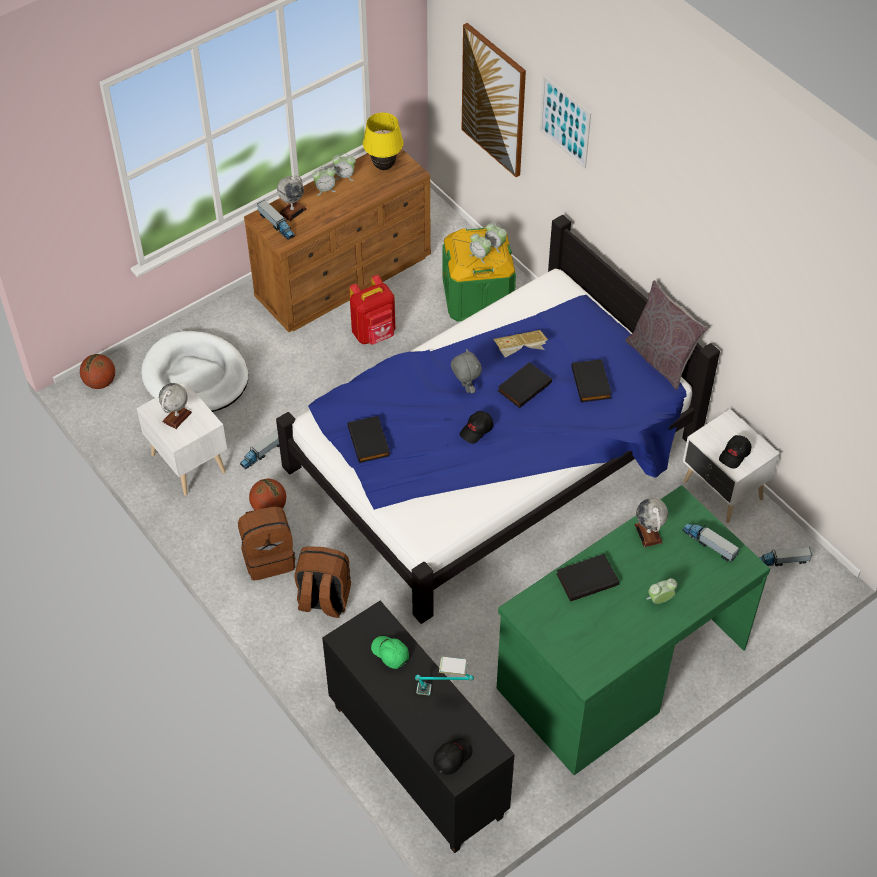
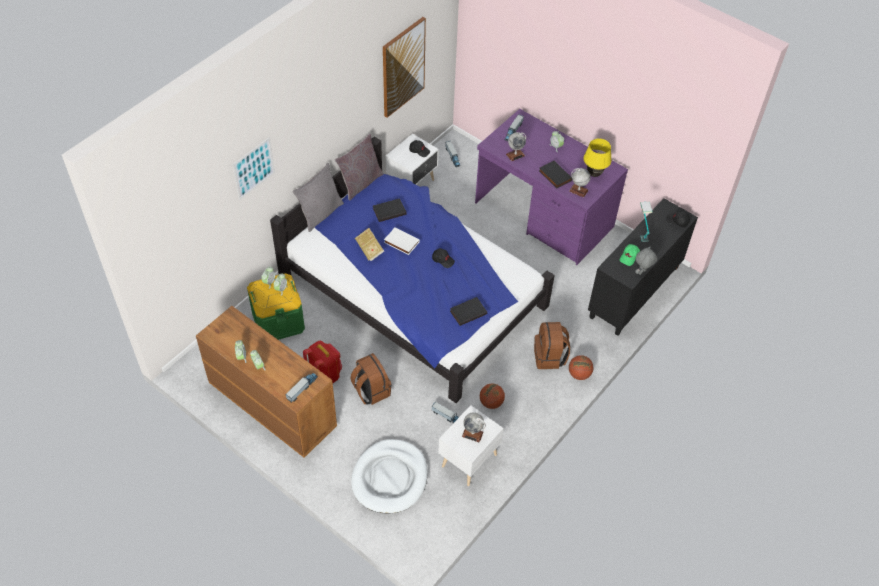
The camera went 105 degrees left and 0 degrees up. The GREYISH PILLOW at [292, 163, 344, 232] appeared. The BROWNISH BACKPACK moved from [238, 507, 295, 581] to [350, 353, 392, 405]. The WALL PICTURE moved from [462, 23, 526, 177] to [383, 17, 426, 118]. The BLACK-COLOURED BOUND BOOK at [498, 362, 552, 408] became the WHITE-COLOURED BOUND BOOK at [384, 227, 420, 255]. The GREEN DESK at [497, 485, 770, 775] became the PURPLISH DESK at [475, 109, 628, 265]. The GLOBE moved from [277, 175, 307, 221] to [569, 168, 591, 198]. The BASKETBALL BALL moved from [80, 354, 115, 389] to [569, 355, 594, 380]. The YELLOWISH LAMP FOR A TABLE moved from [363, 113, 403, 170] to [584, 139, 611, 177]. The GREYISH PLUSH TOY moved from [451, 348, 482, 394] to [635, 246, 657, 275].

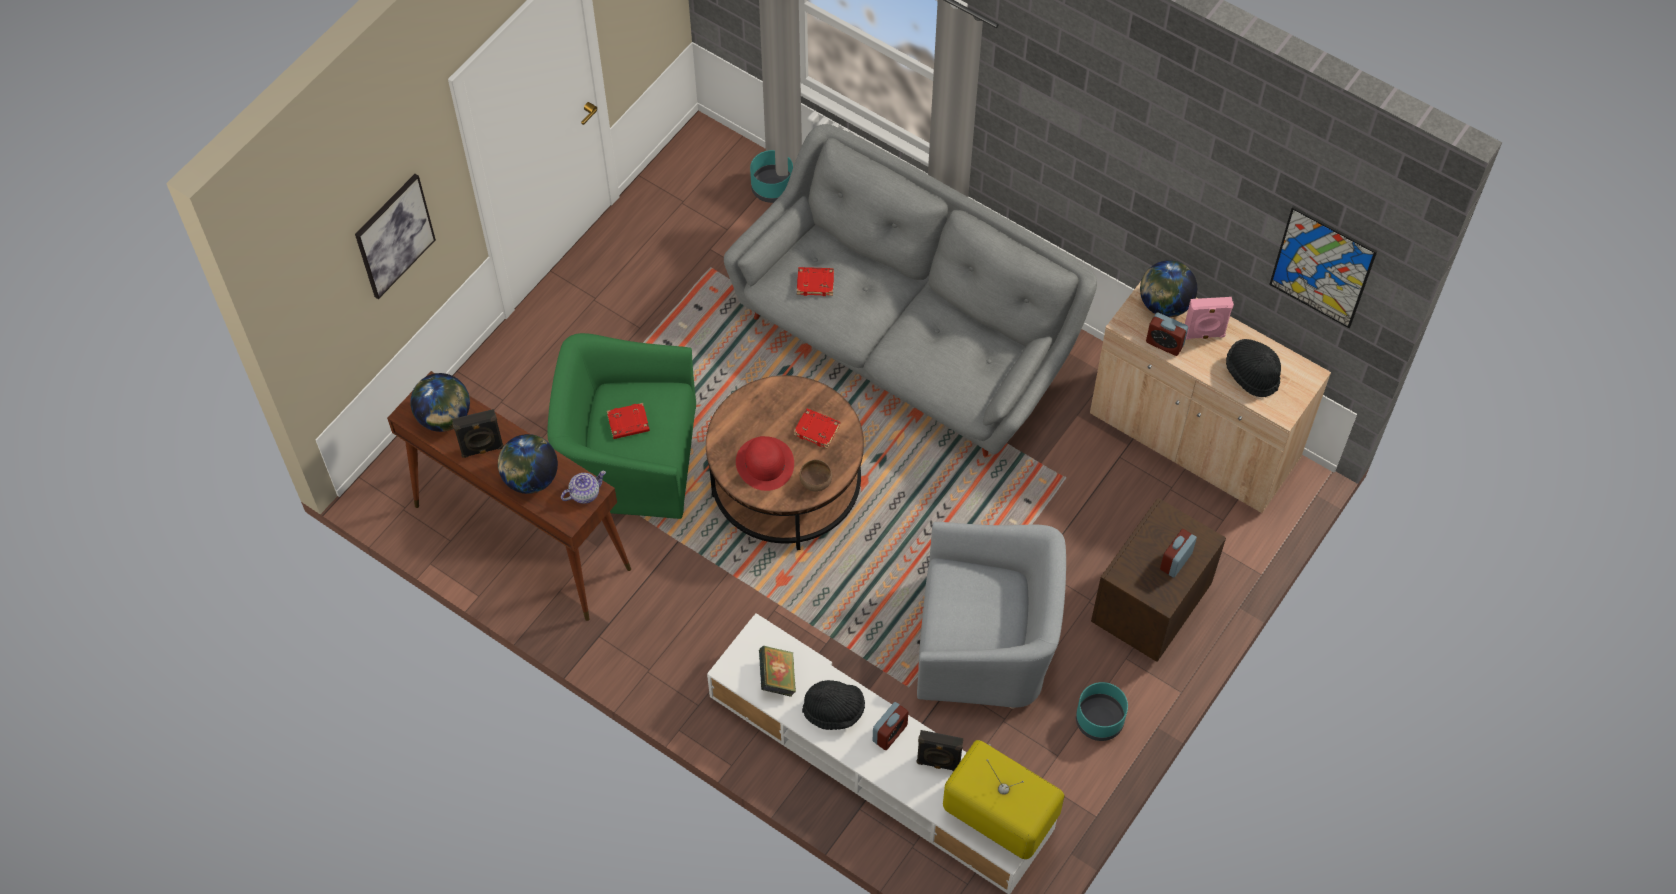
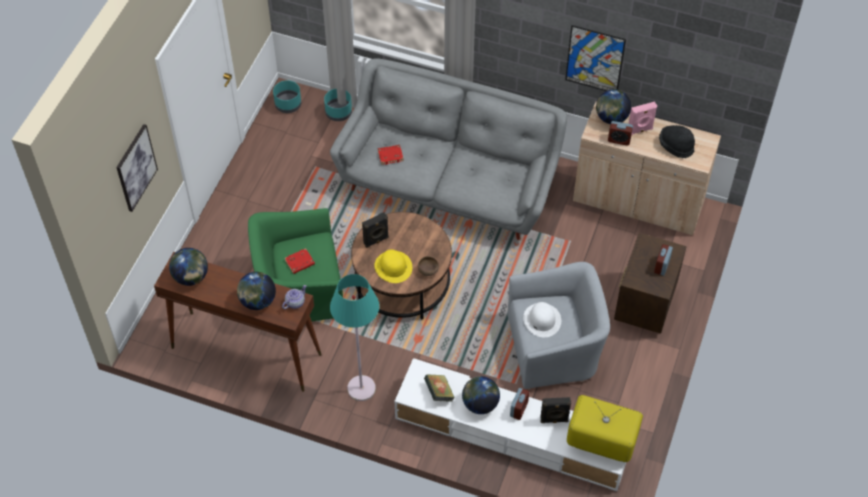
The camera went 15 degrees left and 5 degrees down. The TURQUOISE PLANT POT moved from [1076, 682, 1128, 741] to [273, 80, 301, 113]. The TURQUOISE STANDING LAMP at [330, 274, 379, 401] appeared. The BLACK-COLOURED SPEAKER moved from [452, 409, 504, 458] to [362, 212, 389, 248]. The RED WEARABLE HAT at [736, 436, 794, 491] became the YELLOWISH WEARABLE HAT at [374, 250, 412, 283]. The BLACK-COLOURED WEARABLE HAT at [802, 680, 865, 730] was replaced by the GLOBE at [462, 376, 500, 414]. The WHITE-COLOURED WEARABLE HAT at [523, 302, 561, 337] appeared. The WALL PICTURE moved from [1269, 206, 1377, 328] to [565, 25, 626, 91]. The RED BOUND BOOK at [793, 408, 840, 448] disappeared.

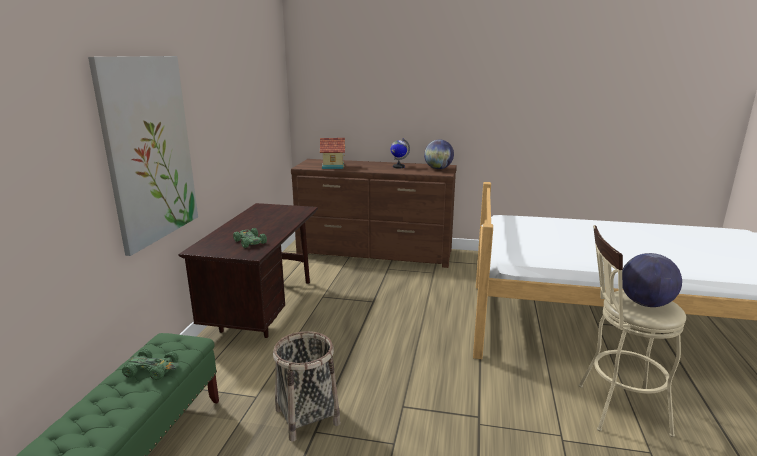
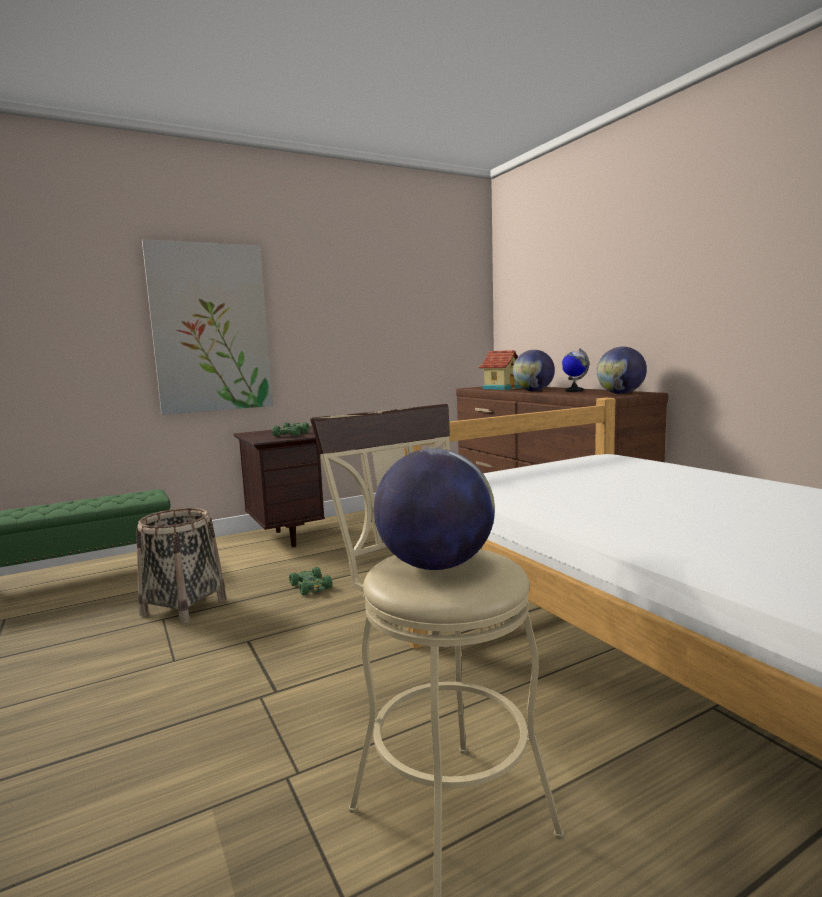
The camera went 50 degrees right and 10 degrees down. The GREEN TOY CAR moved from [122, 348, 179, 380] to [289, 567, 333, 595]. The GLOBE at [513, 350, 555, 391] appeared.

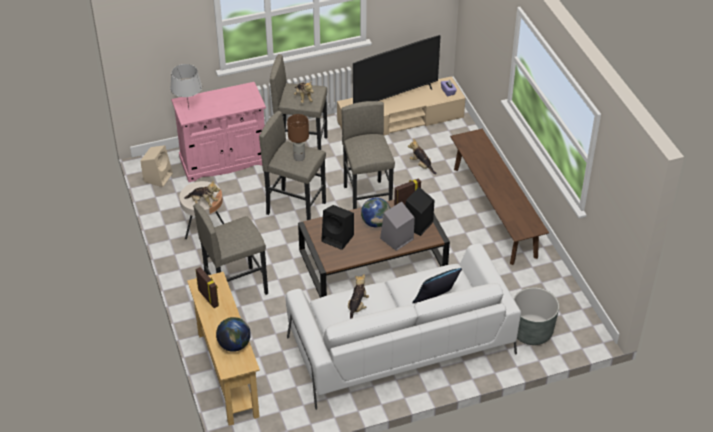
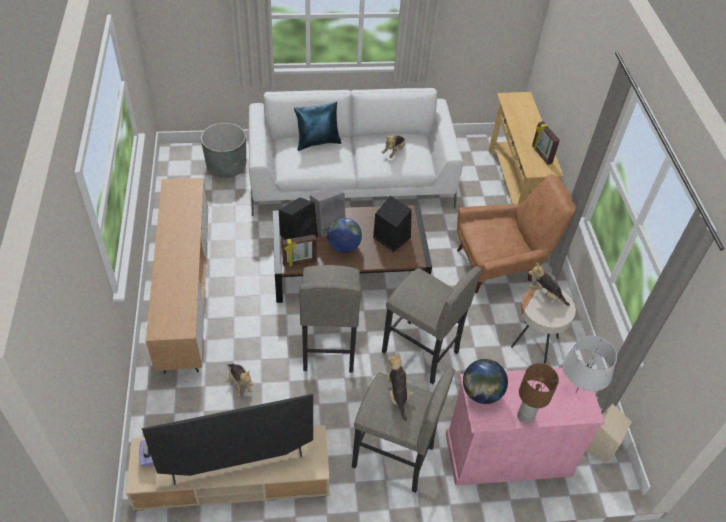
The camera went 170 degrees left and 5 degrees up. The BROWNISH BENCH at [450, 129, 549, 265] was replaced by the BROWNISH TV UNIT at [146, 178, 208, 374]. The GREYISH STOOL at [193, 204, 268, 295] was replaced by the BROWNISH LOUNGE CHAIR at [457, 175, 576, 293]. The GLOBE moved from [216, 317, 251, 352] to [463, 359, 508, 404]. The BROWNISH LAMP FOR A TABLE moved from [287, 114, 309, 161] to [517, 363, 559, 424].

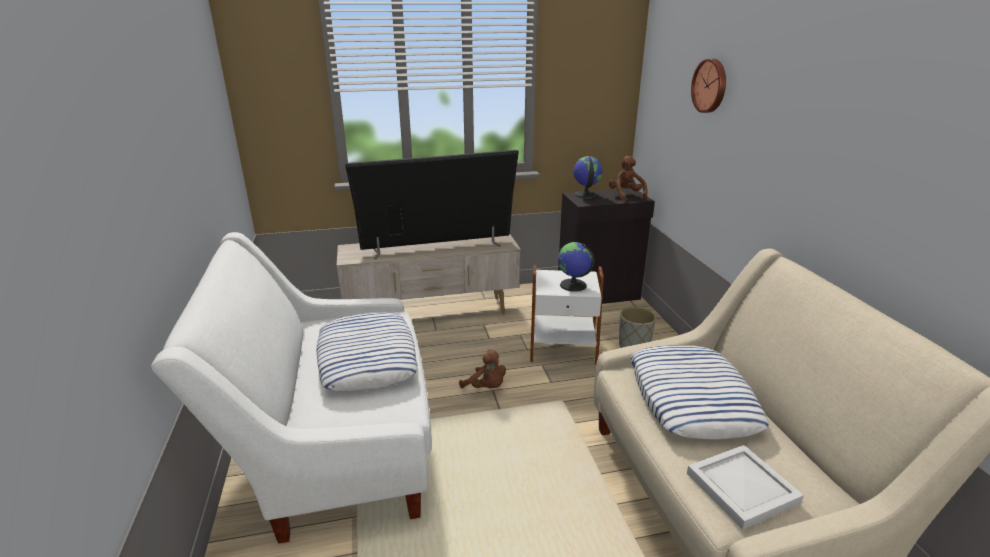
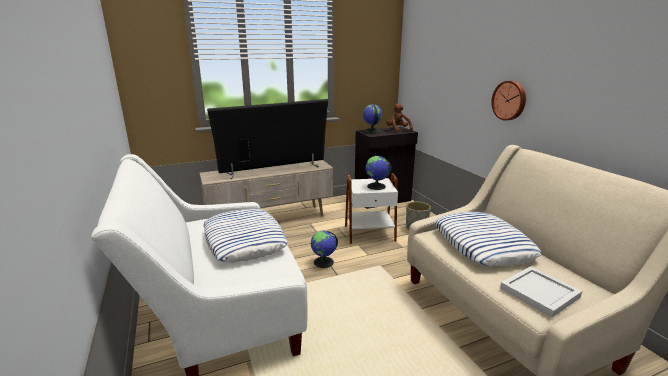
The camera went 10 degrees left and 5 degrees down. The BROWNISH PLUSH TOY at [459, 350, 506, 388] was replaced by the GLOBE at [311, 231, 338, 268]. The HANGING CLOCK moved from [691, 59, 726, 113] to [491, 81, 526, 121].

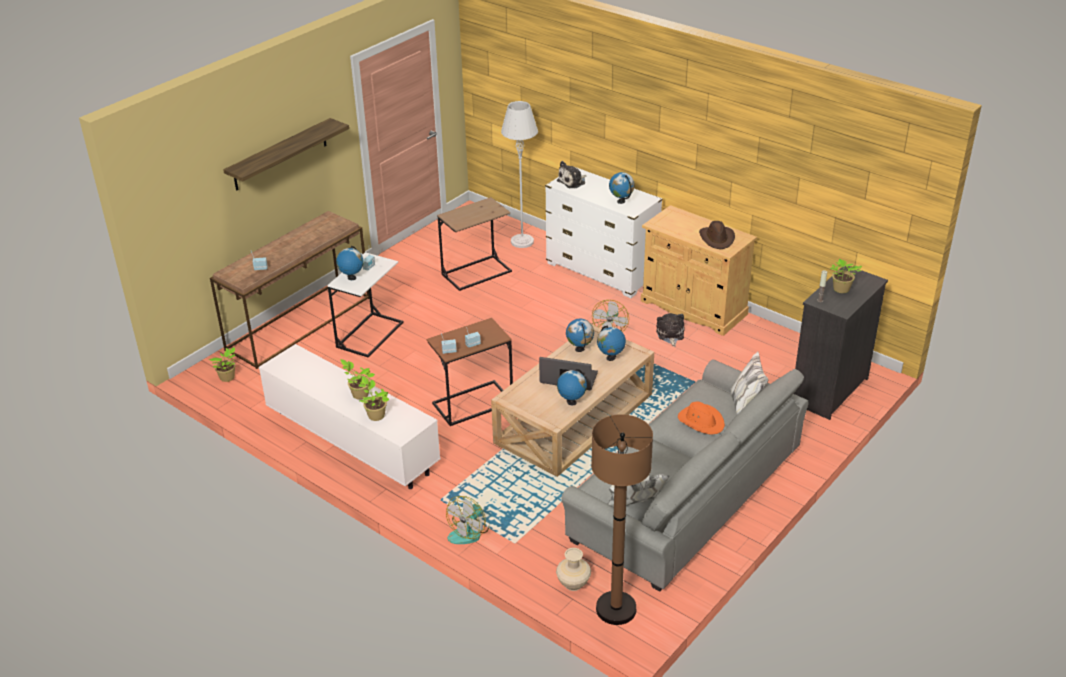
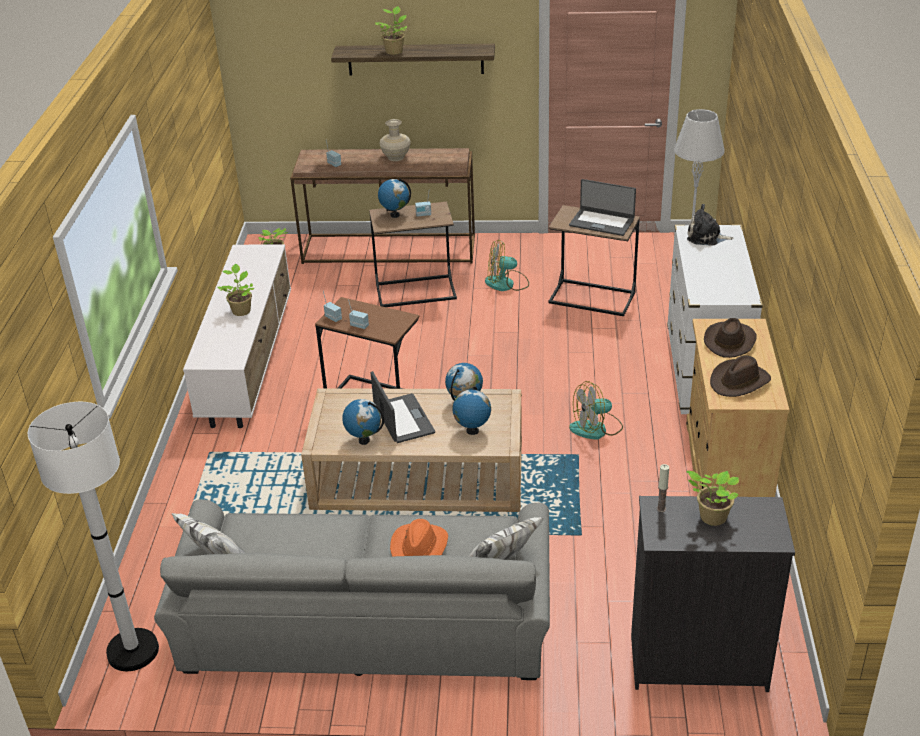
The camera went 55 degrees right and 0 degrees up. The BROWNISH STANDING LAMP at [591, 414, 653, 625] became the WHITE-COLOURED STANDING LAMP at [28, 402, 159, 671]. The WHITE-COLOURED ACCENT TABLE at [327, 252, 404, 357] became the BROWNISH ACCENT TABLE at [369, 201, 457, 307]. The PLANT IN A POT moved from [359, 376, 390, 421] to [375, 6, 407, 55]. The SAND-COLOURED FLOWER VASE moved from [556, 548, 591, 591] to [379, 119, 411, 161]. The COOLING FAN moved from [446, 496, 489, 544] to [485, 240, 529, 291]. The PORTABLE COMPUTER at [569, 179, 636, 236] appeared. The BROWNISH WEARABLE HAT at [704, 318, 757, 358] appeared. The GLOBE at [609, 172, 635, 204] disappeared. The PLUSH TOY at [656, 313, 684, 347] disappeared.

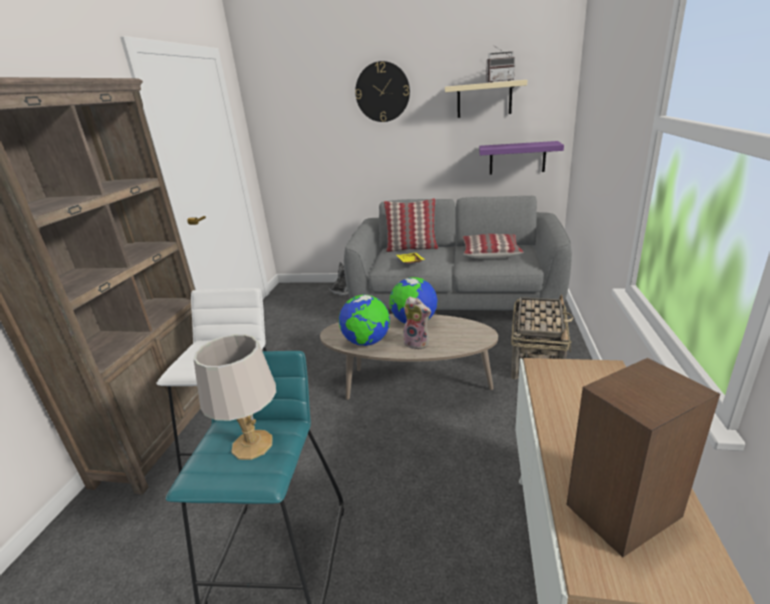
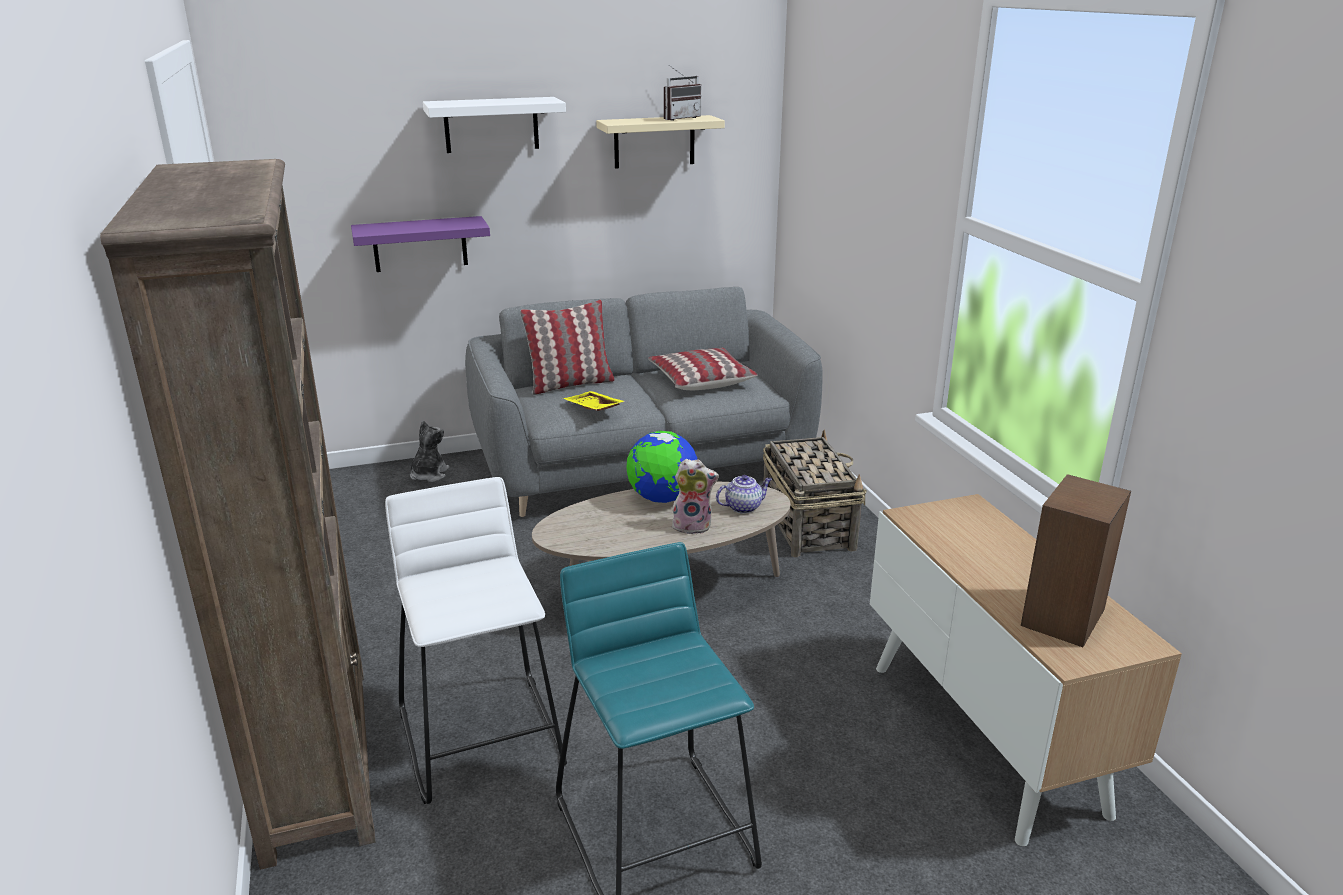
The camera went 30 degrees left and 0 degrees up. The PURPLISH BRACKET SHELF moved from [479, 141, 564, 175] to [351, 216, 490, 272]. The HANGING CLOCK at [355, 61, 410, 122] was replaced by the WHITE-COLOURED BRACKET SHELF at [423, 97, 566, 153]. The POT FOR TEA at [716, 475, 772, 514] appeared. The GREYISH LAMP FOR A TABLE at [194, 334, 276, 460] disappeared. The GLOBE at [339, 295, 390, 346] disappeared.

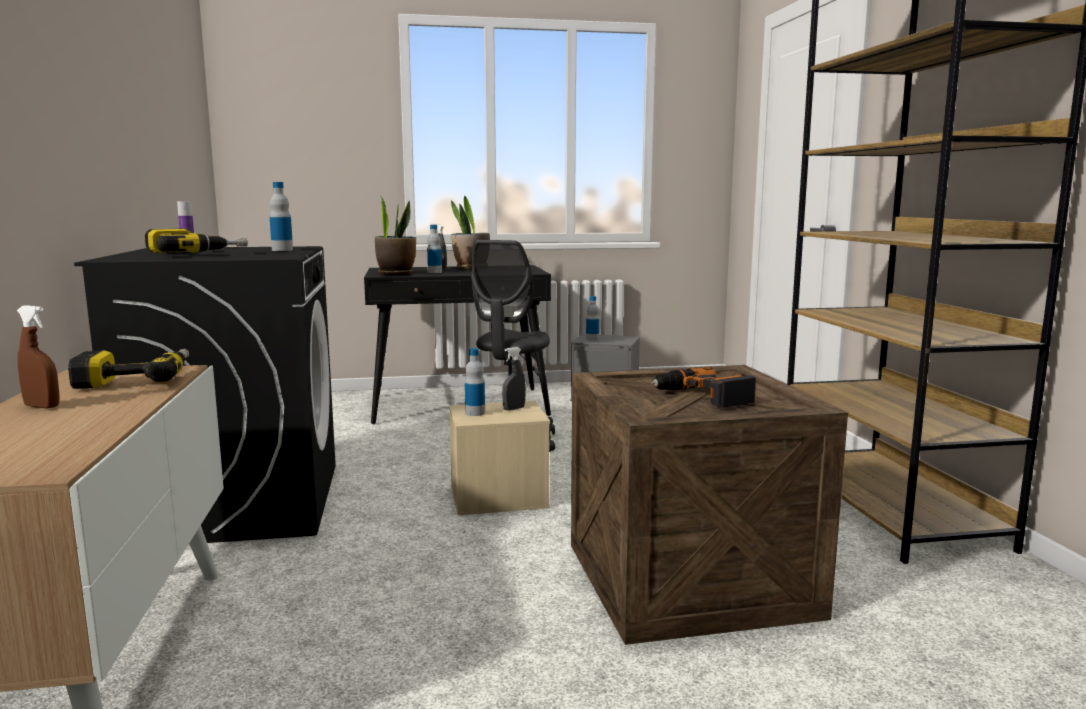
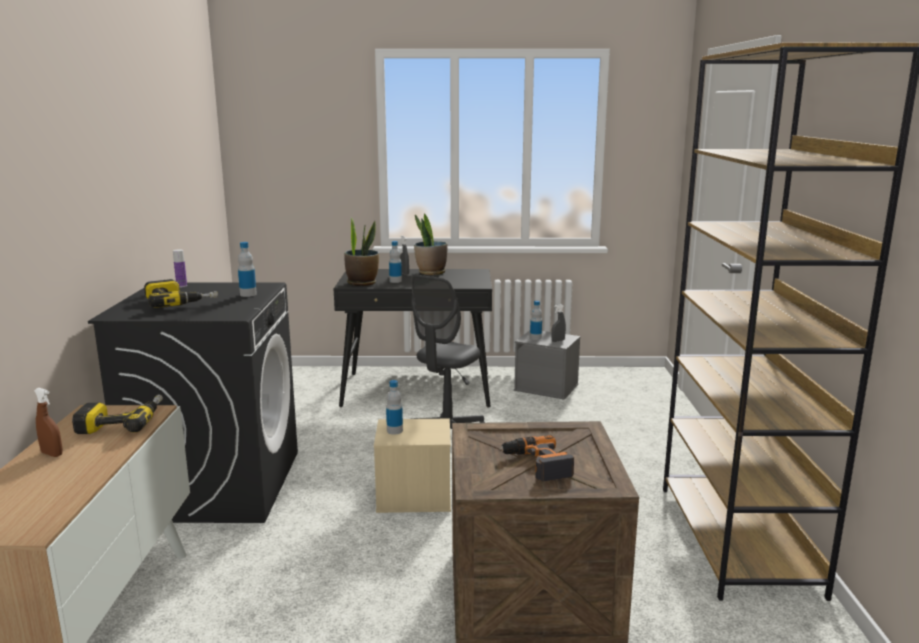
The camera went 10 degrees right and 5 degrees up. The GREYISH SPRAYER moved from [502, 347, 526, 411] to [551, 304, 566, 342].

